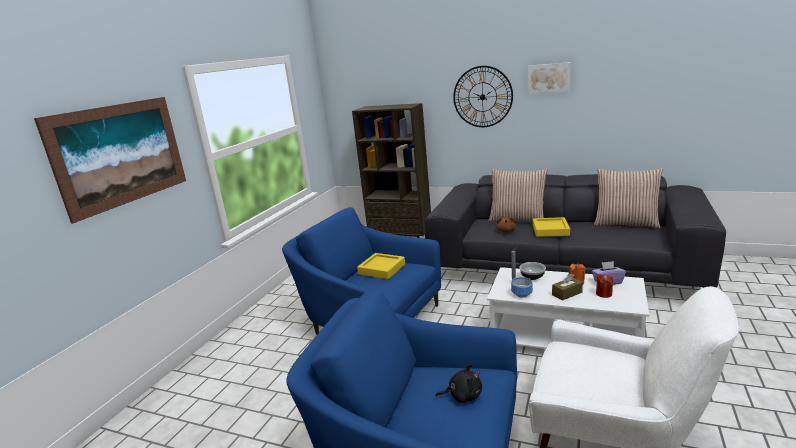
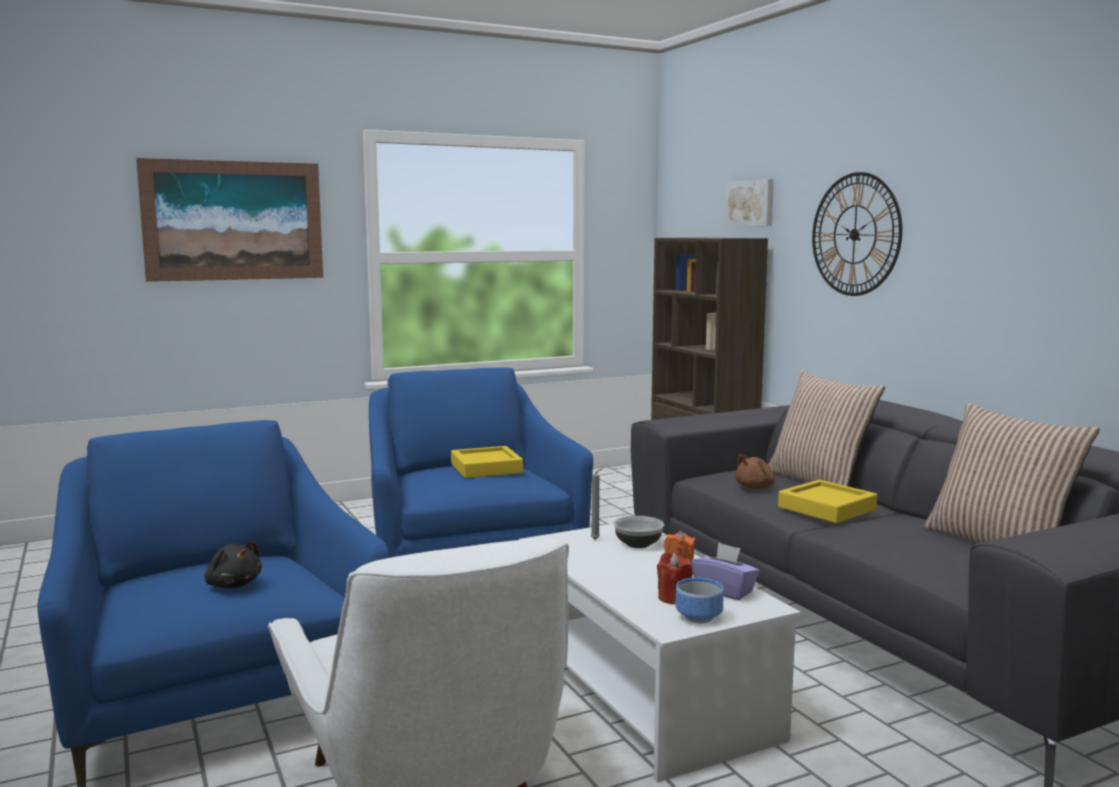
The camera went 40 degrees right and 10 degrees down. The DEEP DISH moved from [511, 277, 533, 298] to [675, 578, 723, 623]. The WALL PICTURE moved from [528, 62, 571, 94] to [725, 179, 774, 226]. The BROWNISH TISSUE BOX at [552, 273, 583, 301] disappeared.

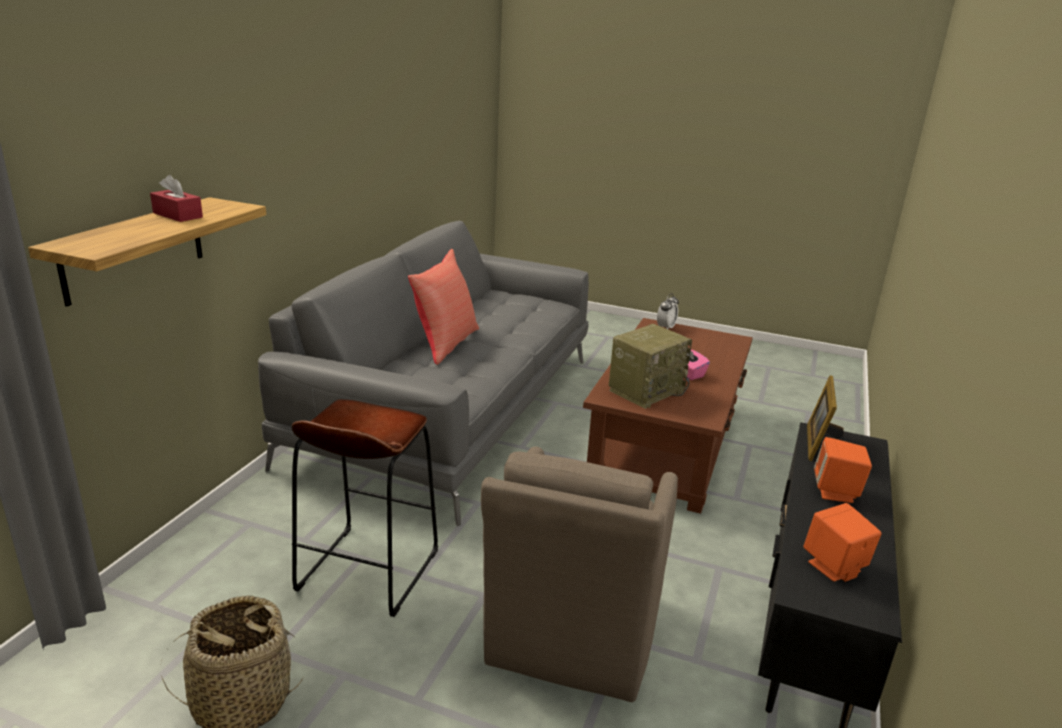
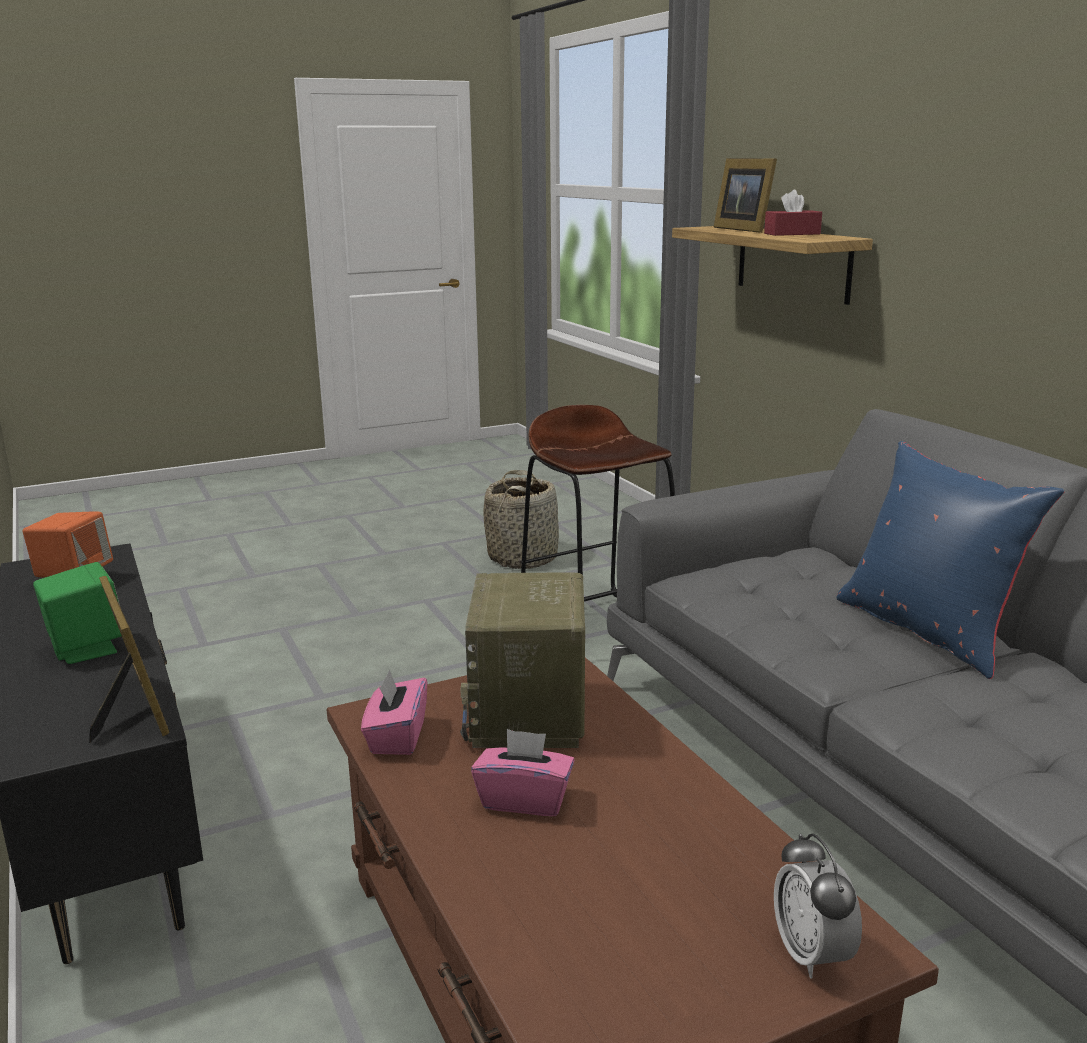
The camera went 135 degrees right and 5 degrees down. The ORANGEY SPEAKER at [814, 437, 872, 503] became the GREEN SPEAKER at [33, 562, 122, 664]. The PINK TISSUE BOX at [361, 670, 428, 755] appeared. The PICTURE FRAME at [714, 158, 777, 233] appeared. The RED PILLOW at [408, 249, 479, 365] became the BLUE PILLOW at [836, 441, 1065, 679]. The BROWNISH LOUNGE CHAIR at [481, 447, 678, 702] disappeared.

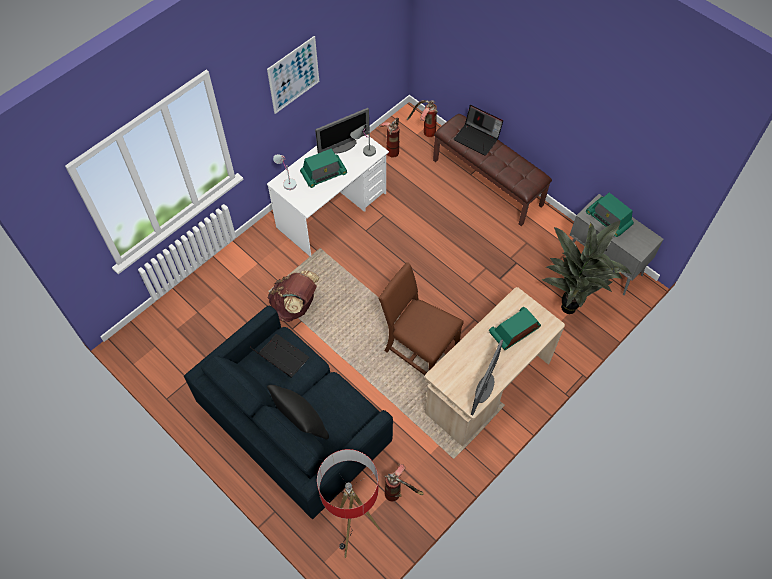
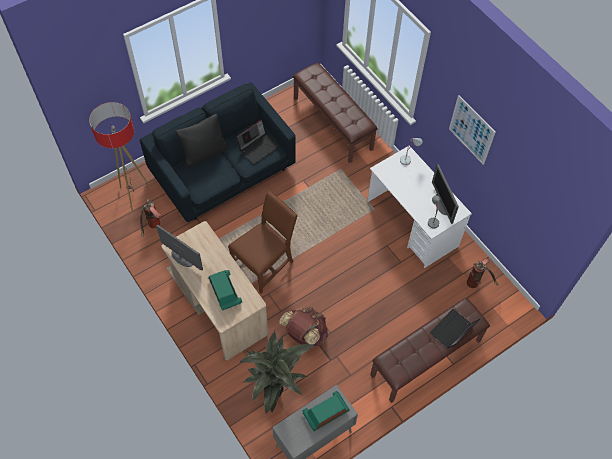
The camera went 100 degrees right and 0 degrees up. The BROWNISH BACKPACK moved from [267, 270, 320, 322] to [279, 307, 328, 346]. The BROWNISH BENCH at [293, 63, 378, 163] appeared. The RADIO SET at [300, 148, 347, 188] disappeared. The FIRE EXTINGUISHER at [407, 100, 438, 137] disappeared.

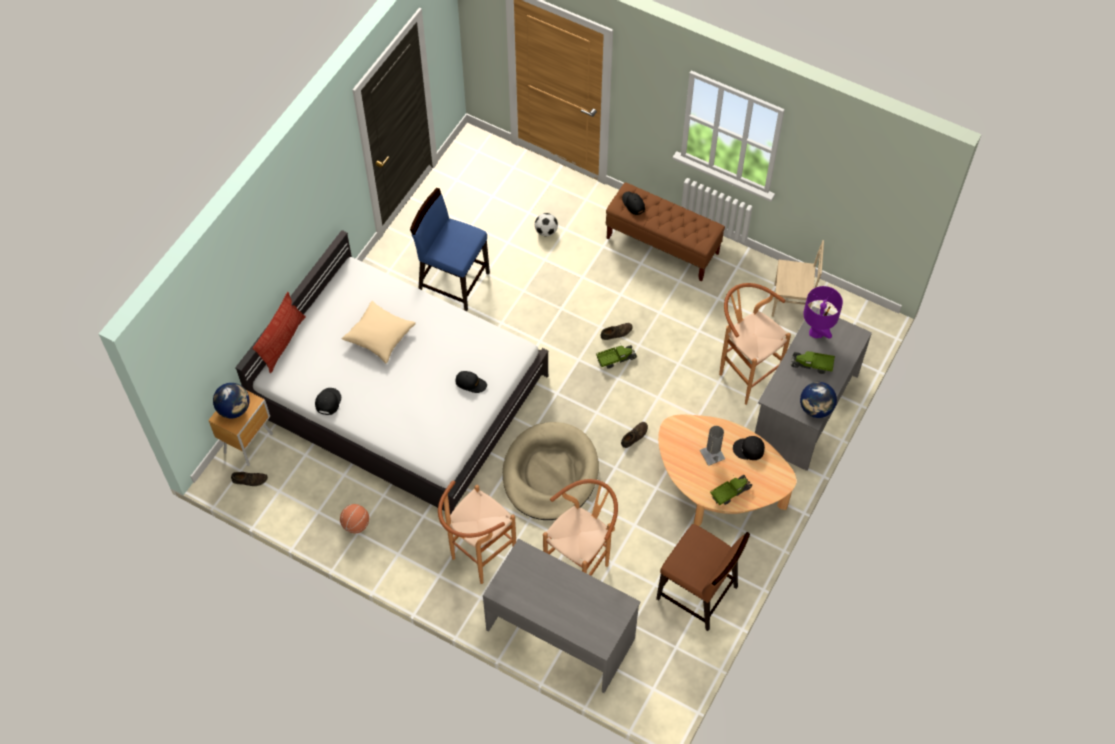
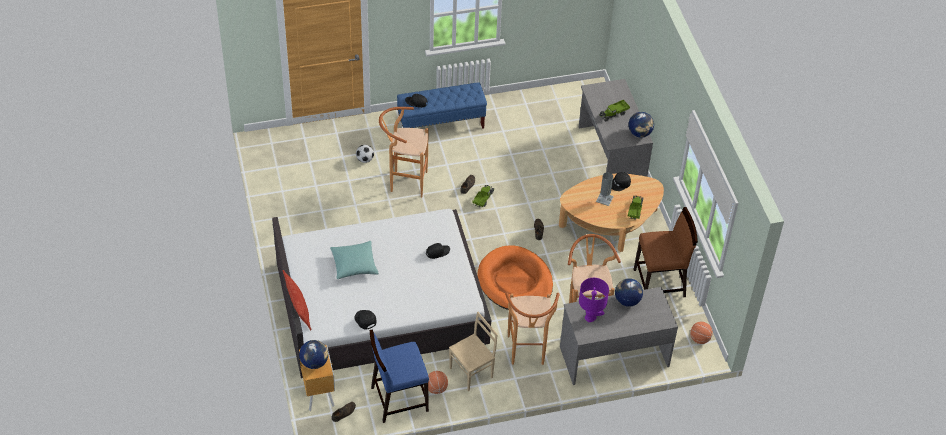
The camera went 45 degrees left and 10 degrees down. The SAND-COLOURED PILLOW at [342, 301, 416, 363] became the TURQUOISE PILLOW at [330, 241, 379, 279]. The BLUE UPRIGHT CHAIR moved from [410, 188, 490, 311] to [370, 329, 429, 423]. The BROWNISH STOOL moved from [719, 283, 791, 405] to [379, 107, 429, 197]. The BROWNISH BENCH at [606, 182, 725, 282] became the BLUE BENCH at [397, 82, 487, 129]. The SAND-COLOURED UPRIGHT CHAIR moved from [772, 240, 824, 317] to [449, 312, 498, 391]. The SAND-COLOURED DOG BED at [503, 422, 599, 520] became the ORANGEY DOG BED at [478, 245, 553, 310]. The PURPLISH LAMP FOR A TABLE moved from [803, 286, 843, 338] to [579, 278, 609, 322]. The GLOBE at [615, 278, 643, 307] appeared. The BASKETBALL BALL at [690, 322, 713, 344] appeared.

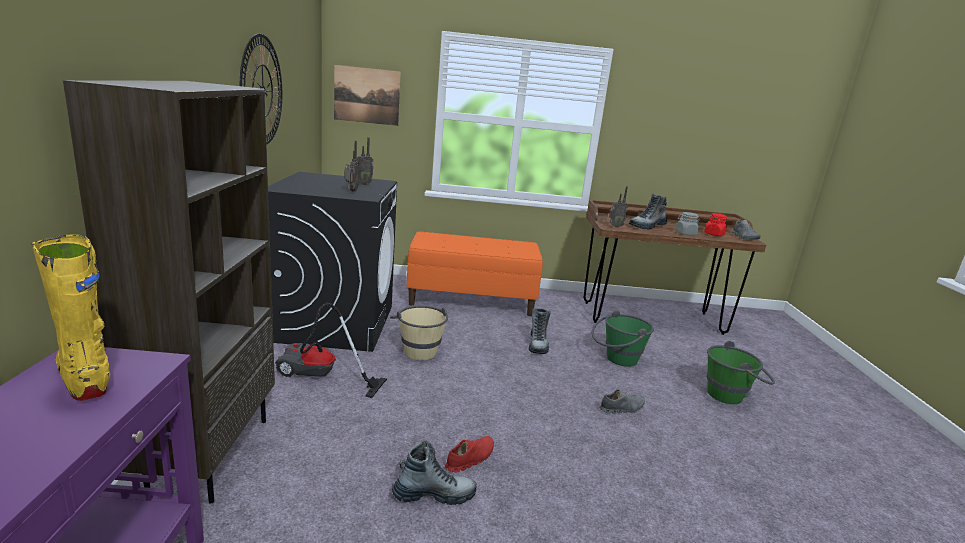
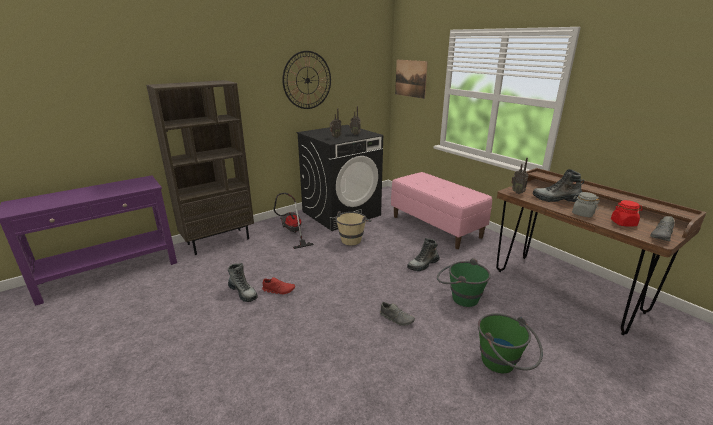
The camera went 55 degrees right and 5 degrees up. The ORANGEY BENCH at [407, 231, 543, 316] became the PINK BENCH at [391, 172, 492, 249]. The YELLOWISH TALL BOOT at [32, 234, 110, 401] disappeared.

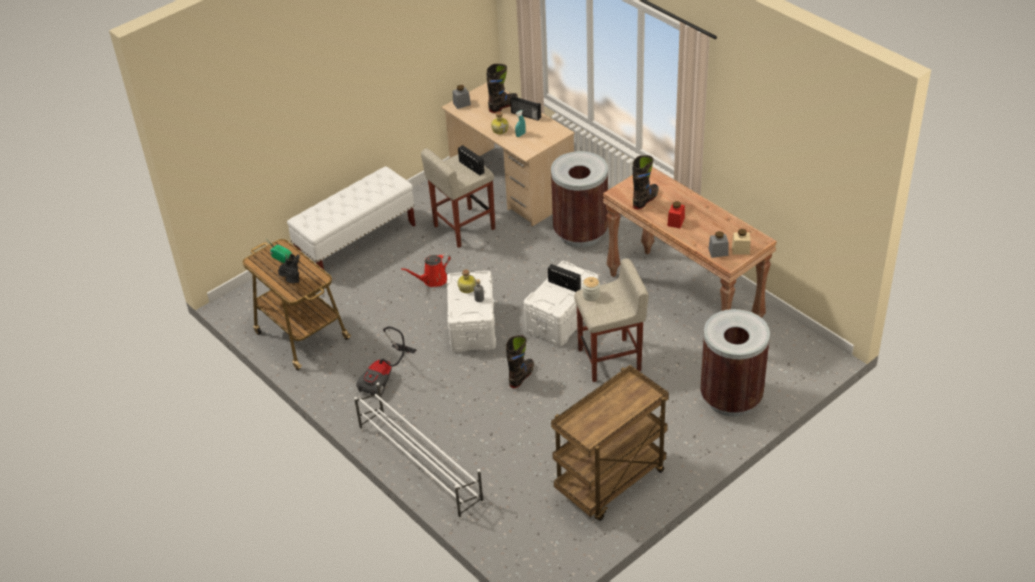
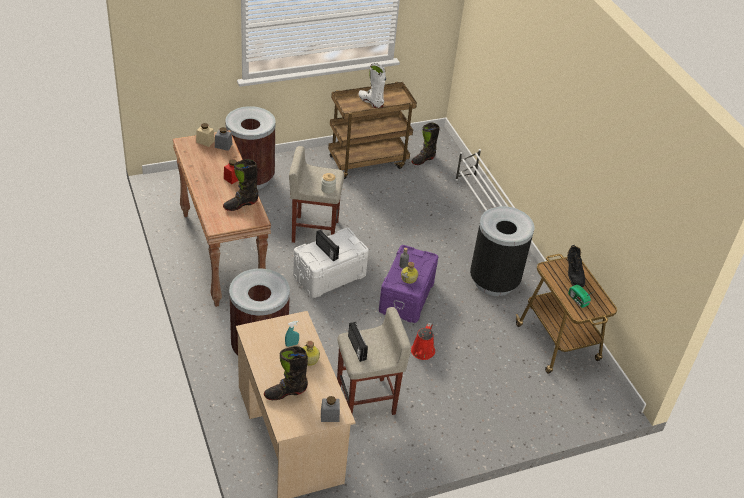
The camera went 165 degrees left and 0 degrees up. The WHITE-COLOURED TALL BOOT at [358, 63, 386, 108] appeared. The WHITE-COLOURED STORAGE CONTAINER at [447, 271, 496, 352] became the PURPLISH STORAGE CONTAINER at [379, 245, 438, 323]. The BLACK-COLOURED TALL BOOT moved from [506, 335, 534, 388] to [411, 123, 439, 165]. The RED SPRINKLING CAN at [401, 253, 451, 287] turned 120 degrees clockwise. The VACUUM at [356, 326, 416, 398] was replaced by the BLACK-COLOURED TRASH CAN at [470, 206, 534, 296]. The WHITE-COLOURED BENCH at [287, 166, 416, 270] disappeared. The RADIO SET at [510, 96, 541, 121] disappeared.

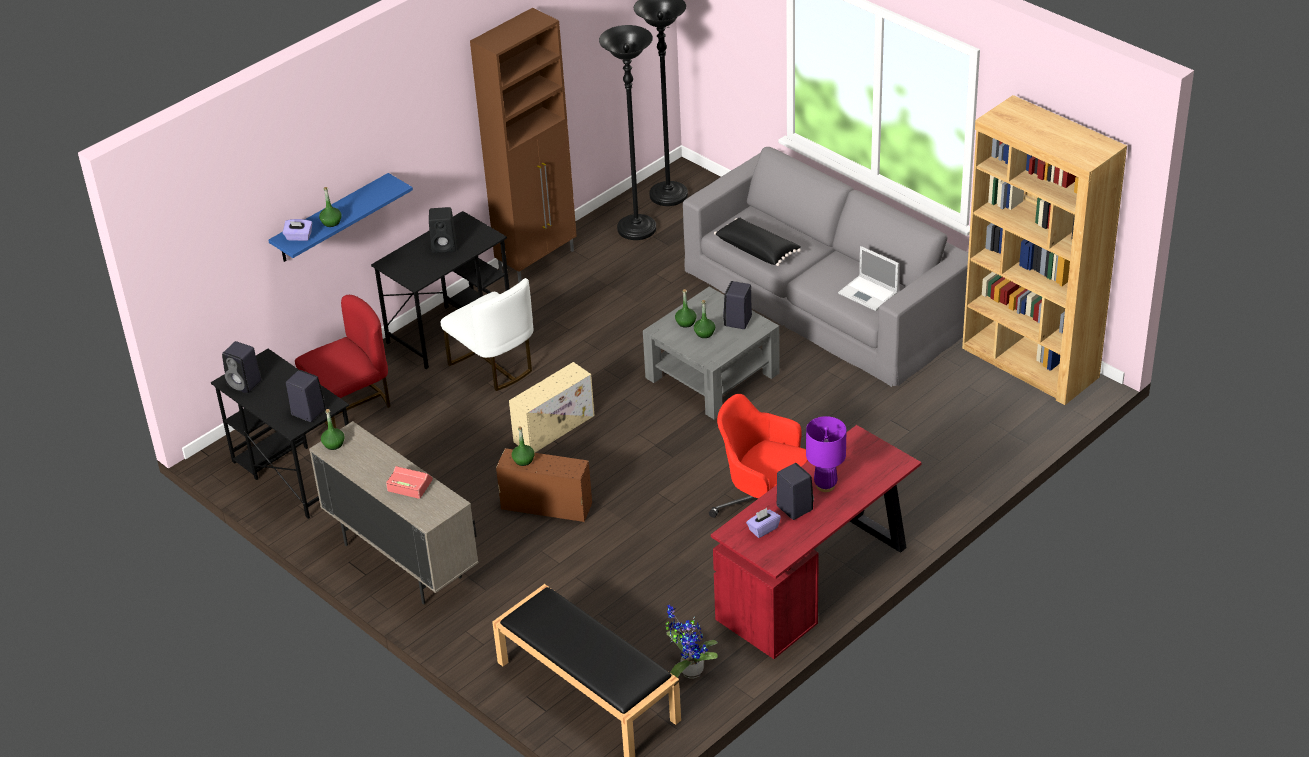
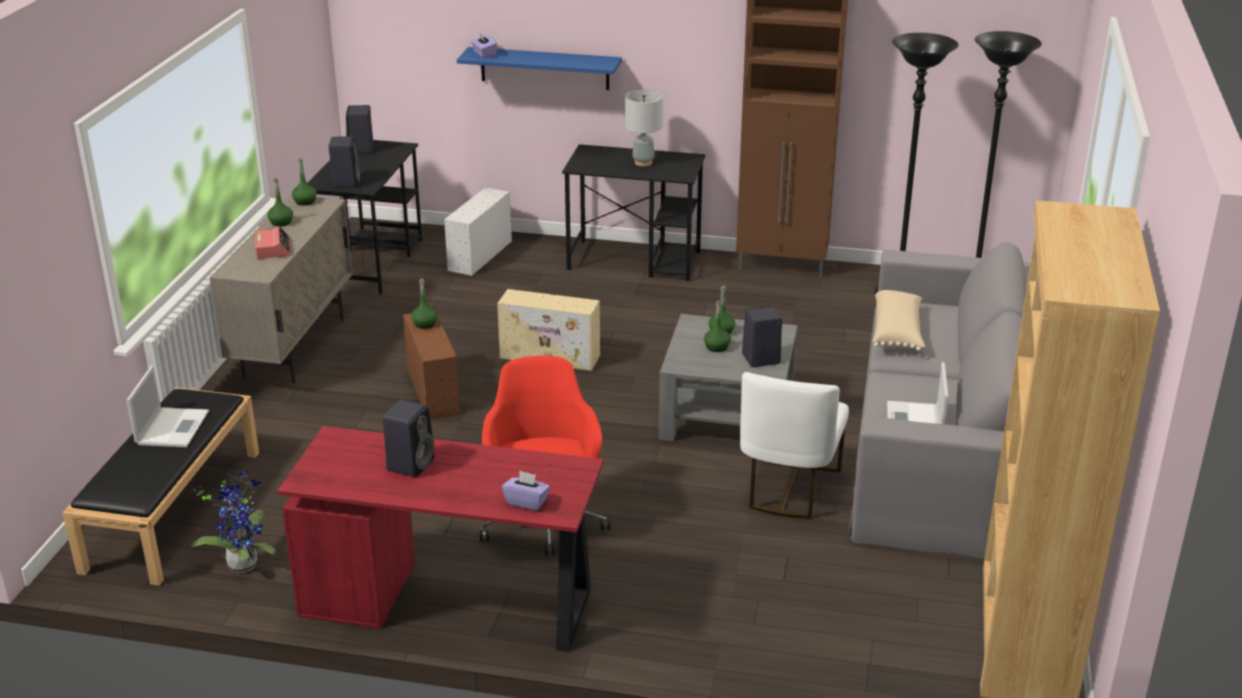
The camera went 55 degrees right and 10 degrees down. The PORTABLE COMPUTER at [126, 366, 209, 447] appeared. The GREEN DRINK BOTTLE moved from [319, 187, 342, 227] to [267, 178, 293, 226]. The RED UPRIGHT CHAIR at [295, 295, 390, 428] was replaced by the WHITE-COLOURED STORAGE CONTAINER at [444, 187, 512, 276]. The PURPLISH TISSUE BOX moved from [746, 508, 781, 538] to [502, 471, 550, 511]. The BLACK-COLOURED SPEAKER at [429, 207, 456, 253] was replaced by the GREYISH LAMP FOR A TABLE at [625, 90, 663, 166]. The WHITE-COLOURED UPRIGHT CHAIR moved from [441, 278, 533, 391] to [740, 372, 849, 519]. The BLACK-COLOURED PILLOW at [714, 218, 801, 266] became the SAND-COLOURED PILLOW at [873, 290, 925, 351]. The PURPLISH LAMP FOR A TABLE at [806, 416, 846, 492] disappeared.

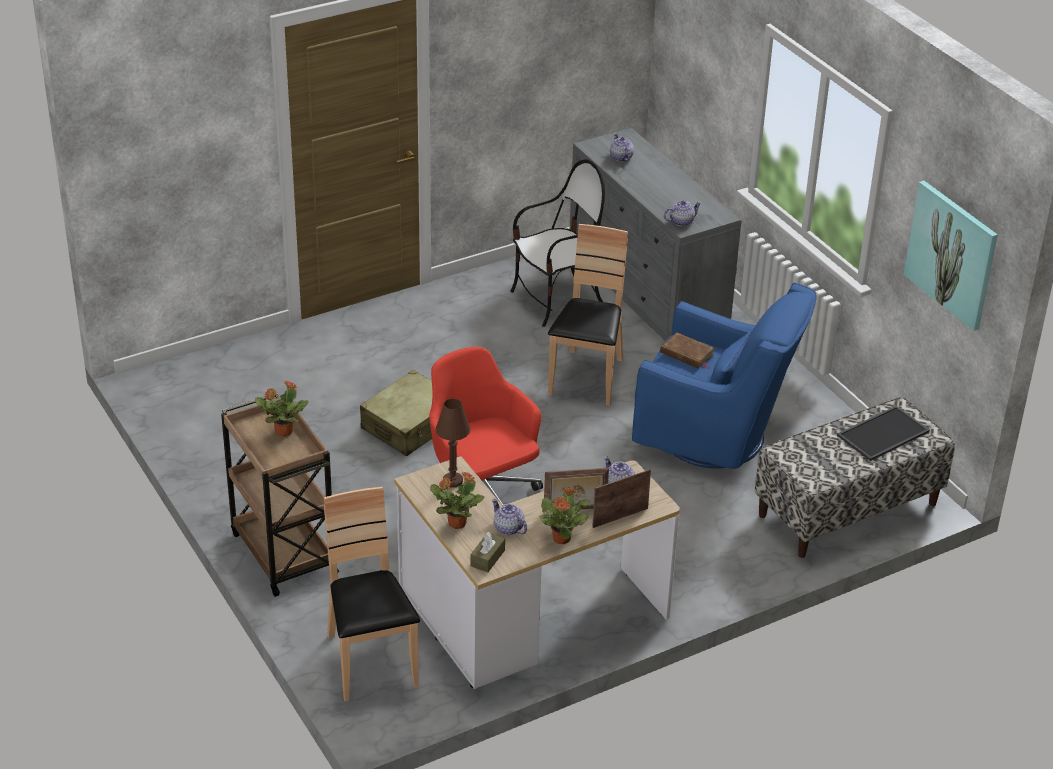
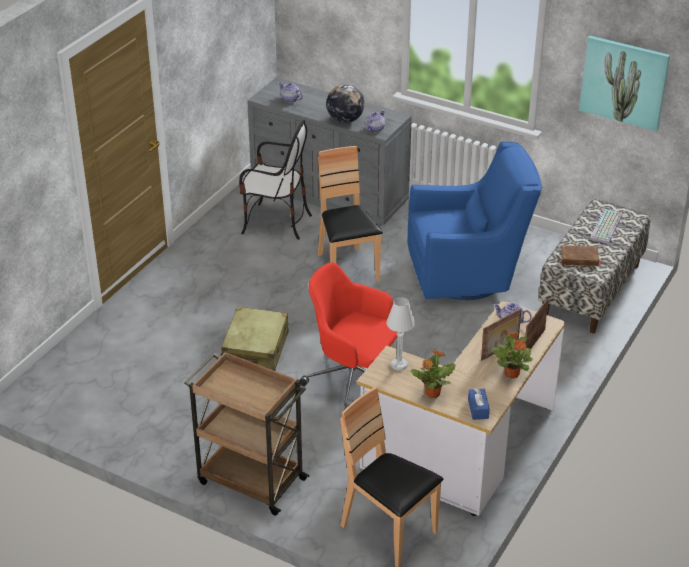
The camera went 30 degrees left and 0 degrees up. The UPRIGHT CHAIR at [510, 159, 605, 327] turned 75 degrees clockwise. The GLOBE at [326, 84, 365, 123] appeared. The BROWNISH LAMP FOR A TABLE at [436, 399, 470, 488] became the WHITE-COLOURED LAMP FOR A TABLE at [386, 297, 415, 371]. The BROWNISH TISSUE BOX at [470, 532, 505, 572] became the BLUE TISSUE BOX at [468, 388, 490, 420]. The BROWNISH BOUND BOOK moved from [660, 332, 715, 369] to [561, 245, 605, 266]. The SERVING TRAY at [837, 406, 930, 461] was replaced by the PC KEYBOARD at [590, 209, 622, 244]. The PLANT IN A POT at [255, 381, 309, 437] disappeared. The POT FOR TEA at [492, 499, 527, 535] disappeared.

